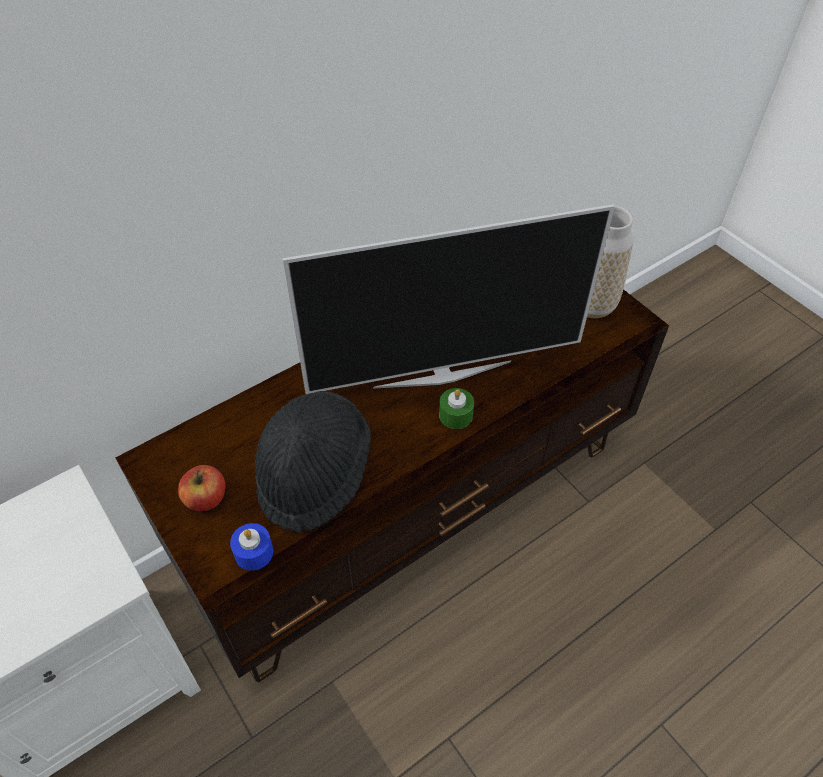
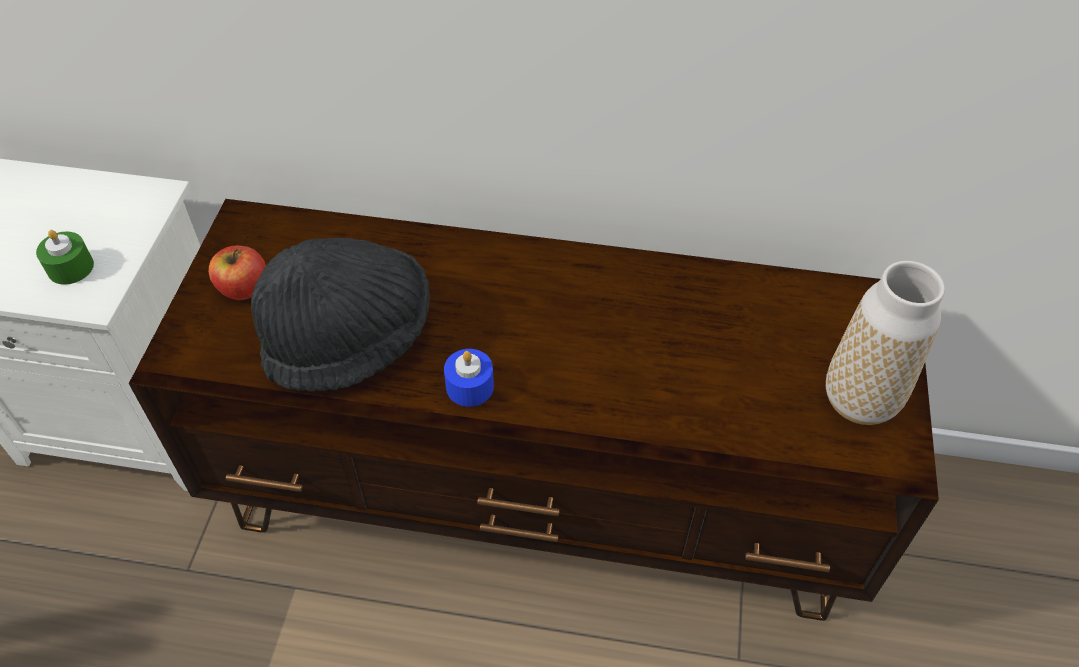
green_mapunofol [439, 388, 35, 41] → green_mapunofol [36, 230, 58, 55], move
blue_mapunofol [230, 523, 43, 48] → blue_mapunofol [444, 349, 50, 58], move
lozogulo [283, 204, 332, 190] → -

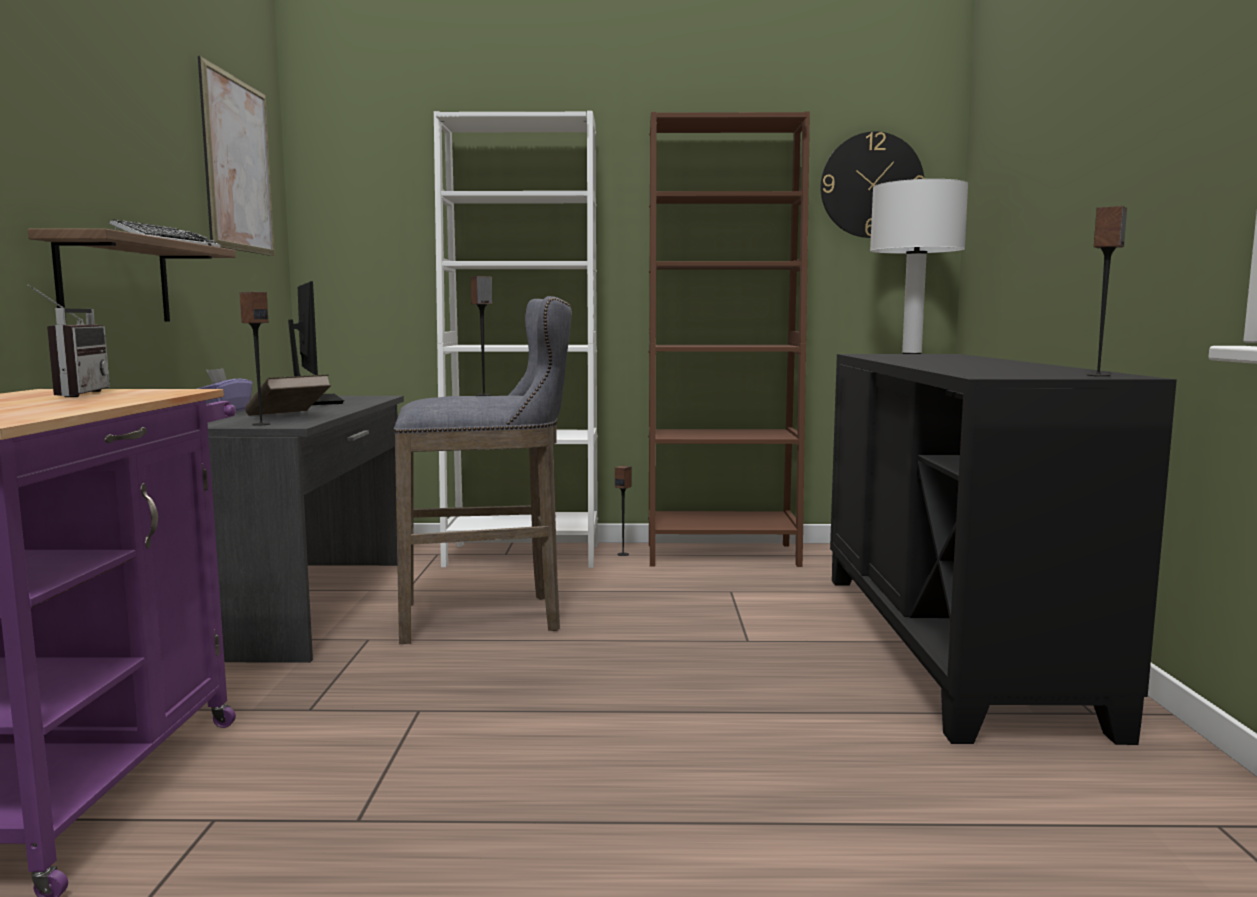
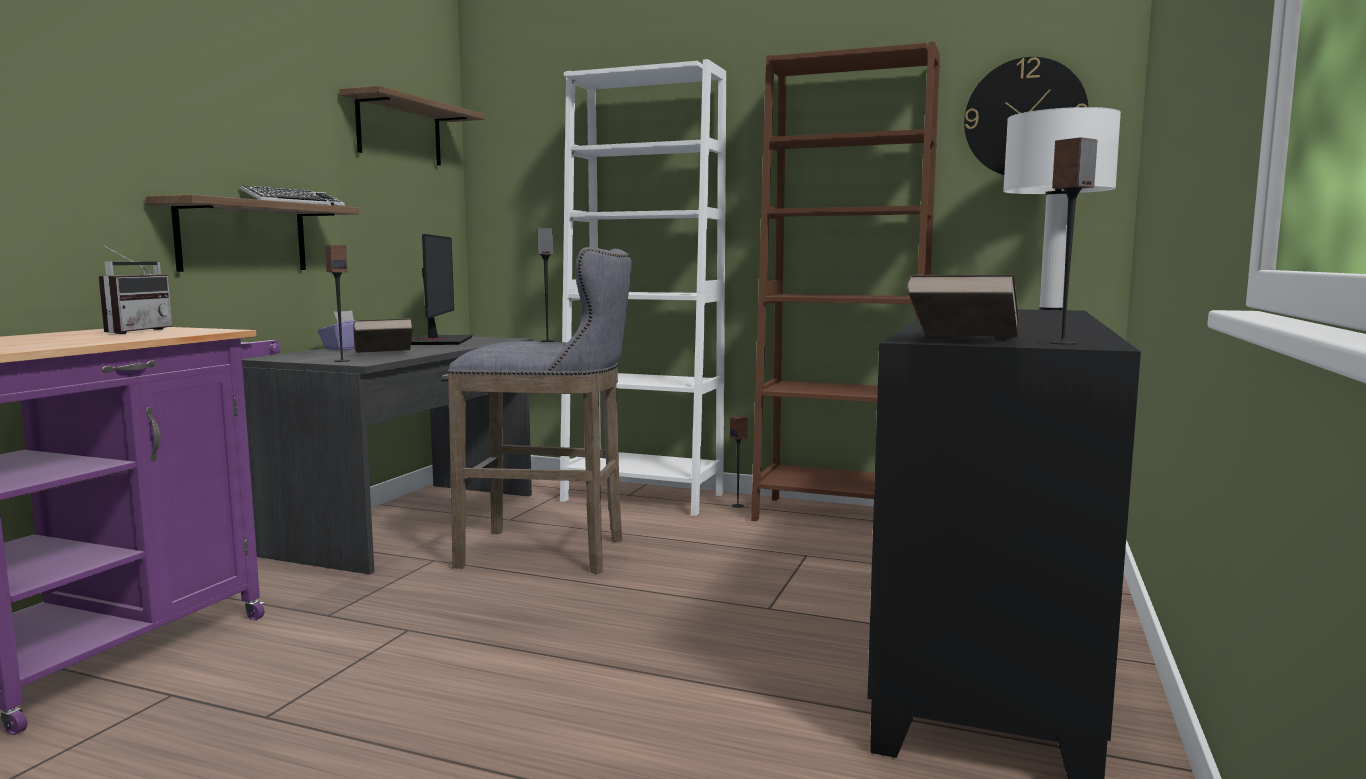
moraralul [198, 56, 77, 200] → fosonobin [339, 86, 146, 80]
- → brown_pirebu [906, 274, 113, 63]

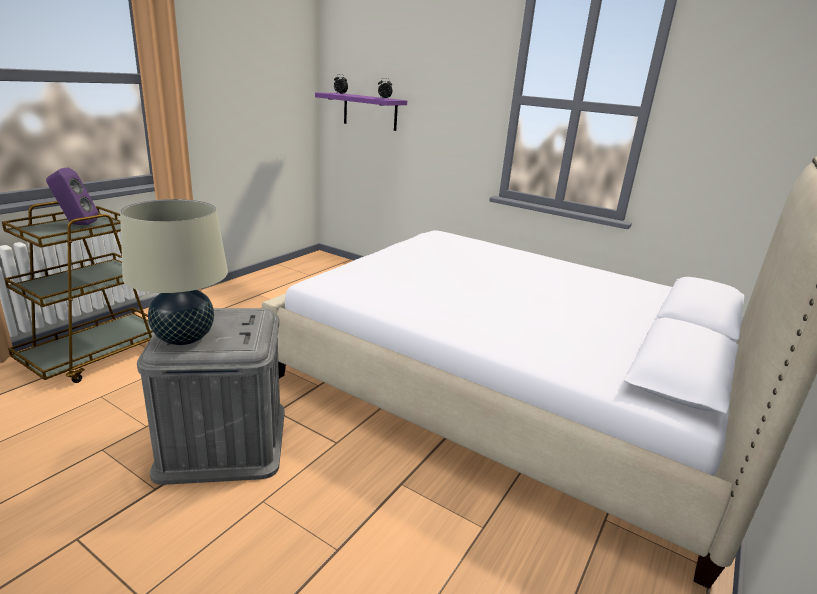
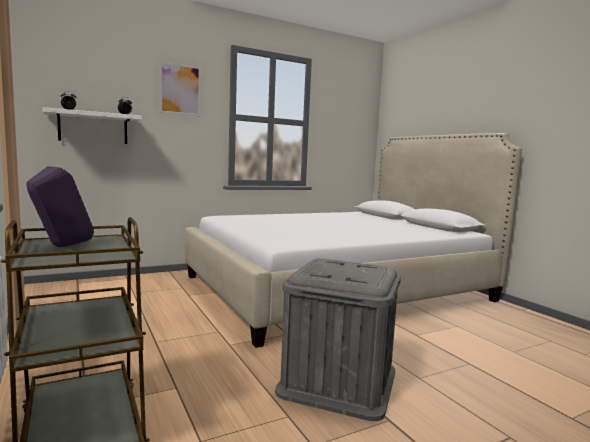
purple_fosonobin [315, 93, 92, 38] → white_fosonobin [43, 107, 99, 37]
- → moraralul [159, 61, 42, 55]
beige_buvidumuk [120, 199, 108, 146] → -

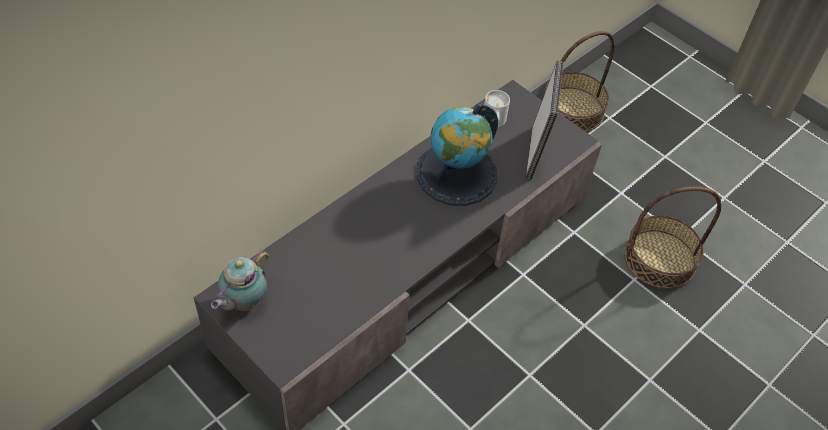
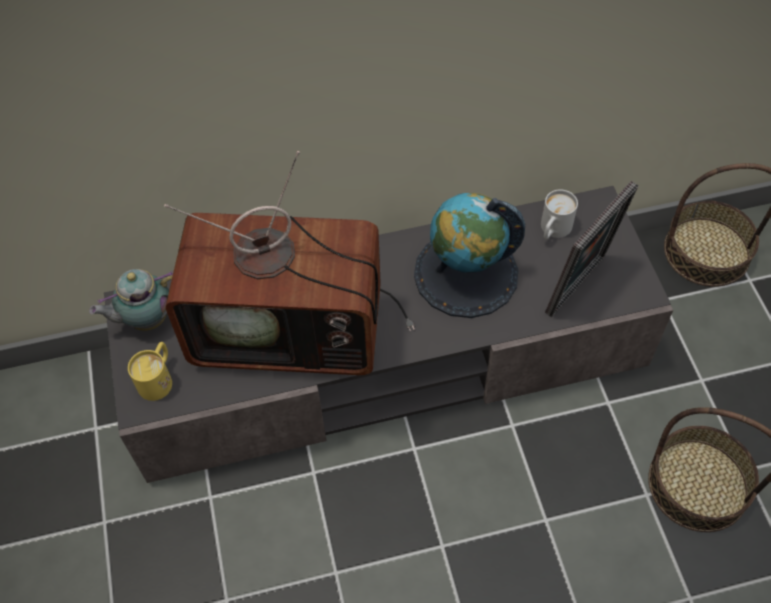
- → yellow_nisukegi [128, 342, 44, 59]
- → lozogulo [164, 151, 251, 224]

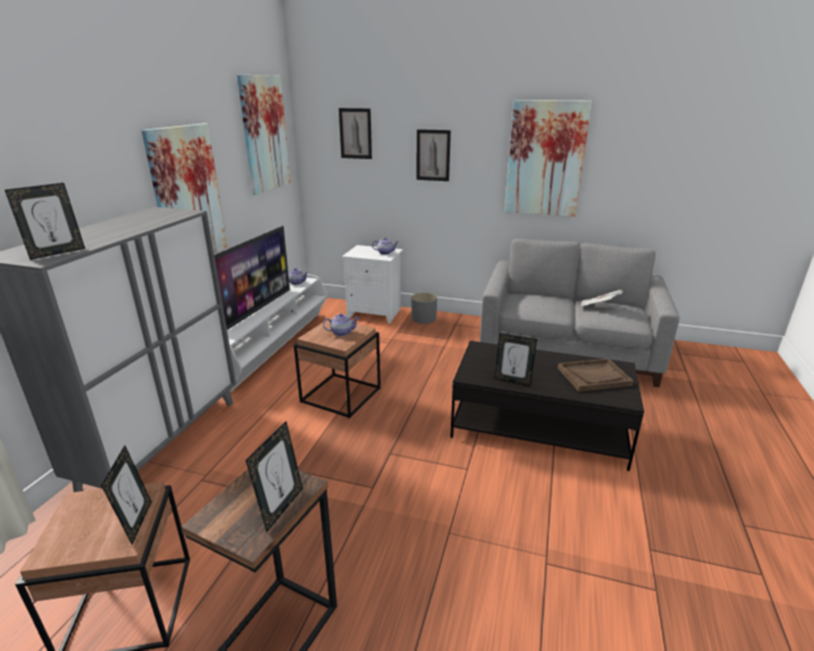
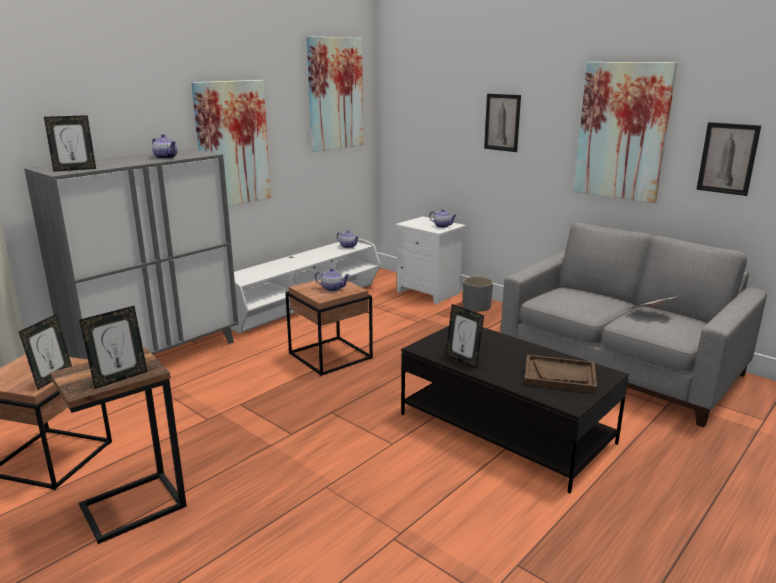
- → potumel [152, 134, 26, 25]
moraralul [339, 108, 33, 51] → moraralul [696, 122, 65, 74], move
lozogulo [214, 226, 76, 104] → -

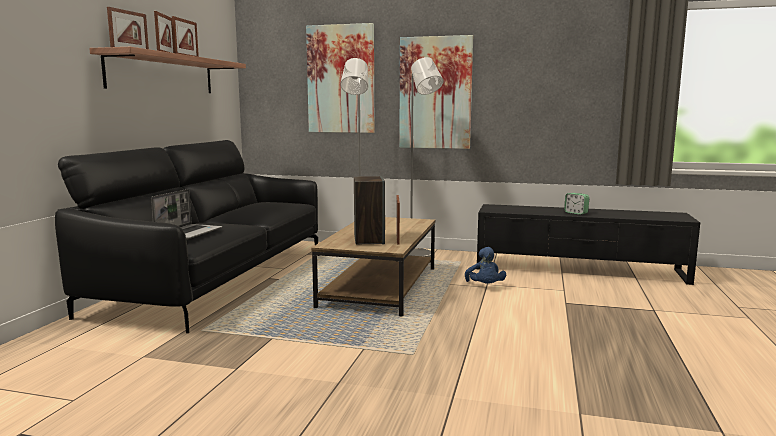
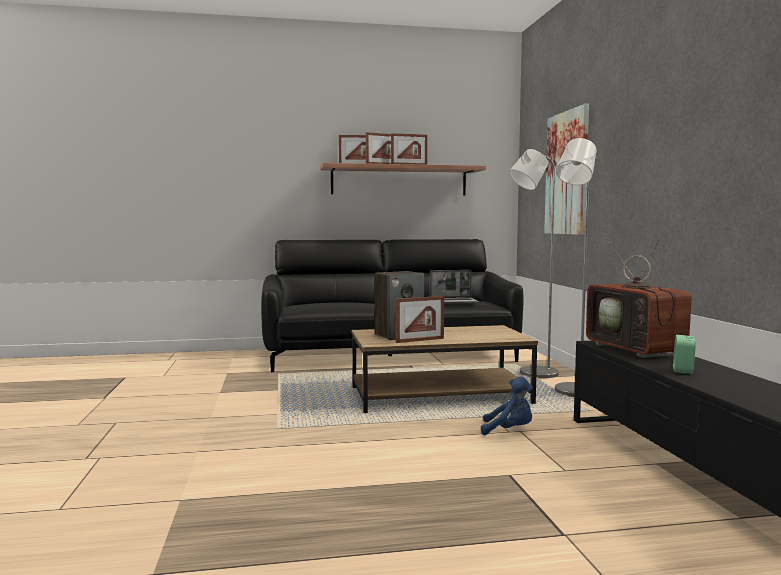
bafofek [151, 189, 71, 51] → bafofek [430, 270, 49, 34], move
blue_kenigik [465, 247, 41, 37] → blue_kenigik [481, 376, 52, 59], 135 degrees counterclockwise
- → lozogulo [586, 232, 105, 126]
moraralul [399, 35, 74, 114] → -

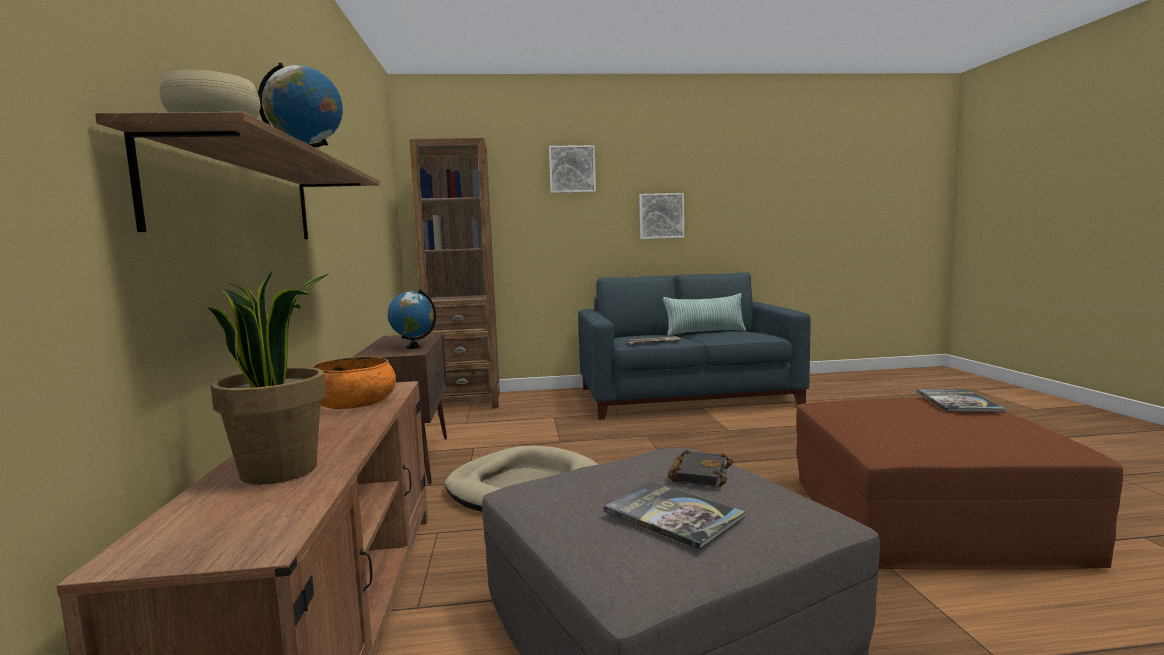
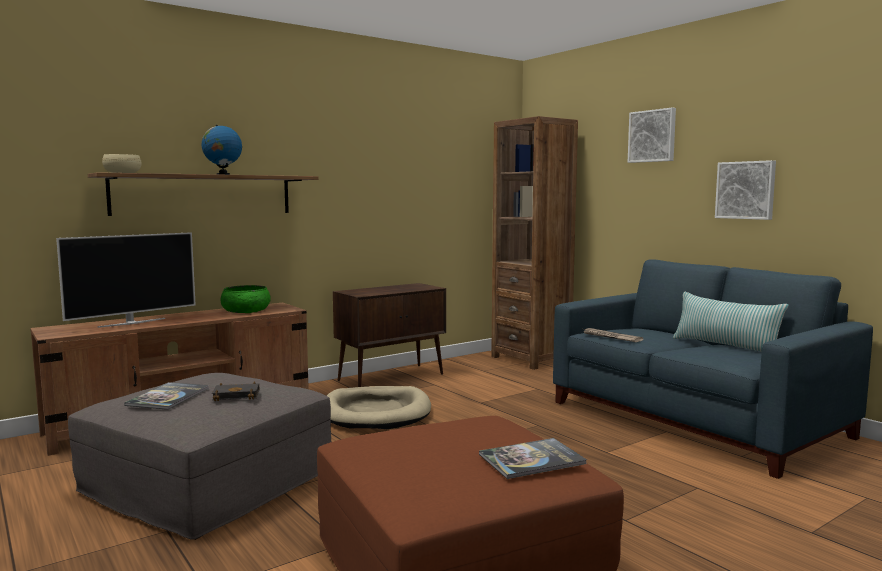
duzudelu [206, 271, 122, 214] → lozogulo [56, 232, 140, 96]
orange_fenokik [312, 357, 84, 52] → green_fenokik [221, 285, 50, 28]
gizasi [388, 289, 48, 60] → -

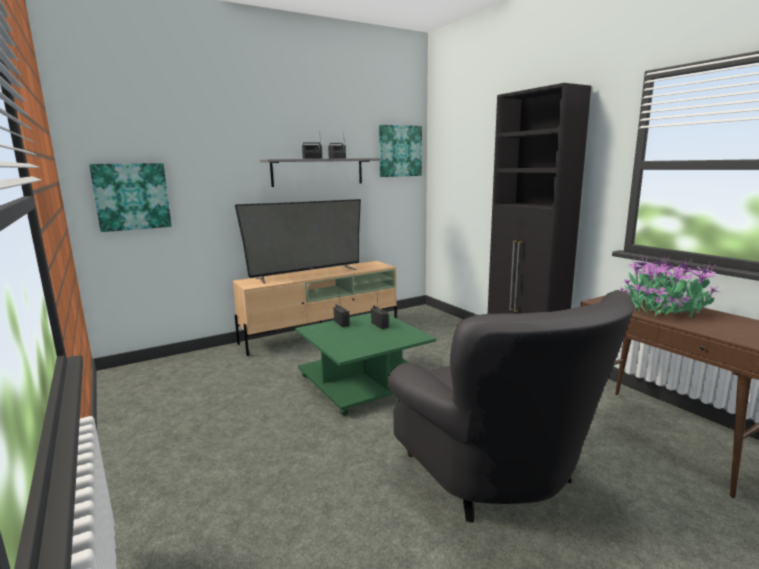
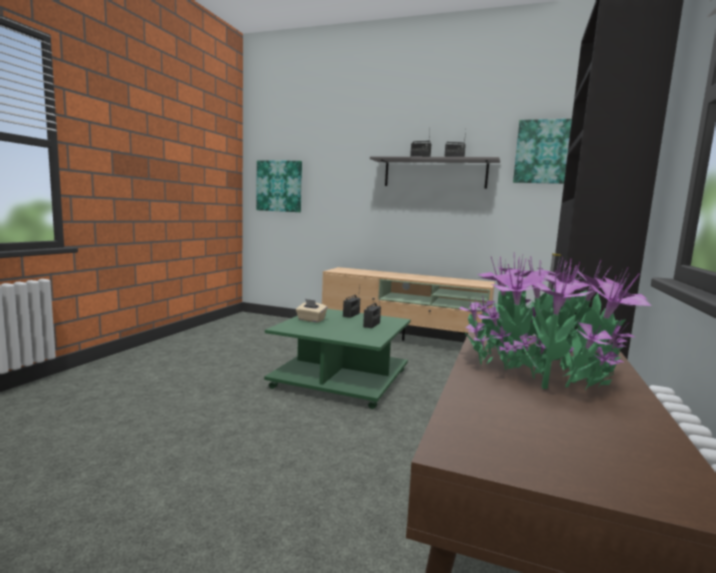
- → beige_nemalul [296, 299, 31, 23]
lozogulo [235, 199, 126, 85] → -
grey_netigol [388, 290, 247, 232] → -

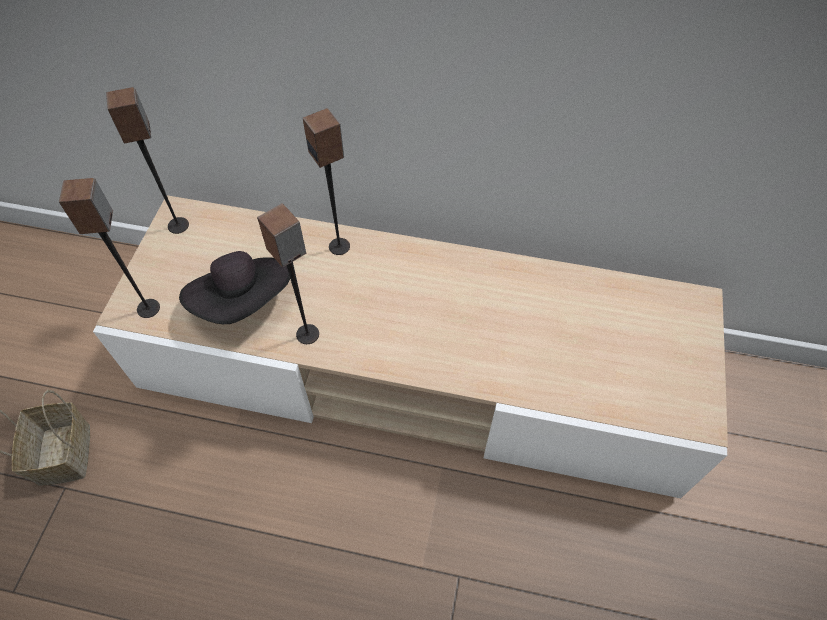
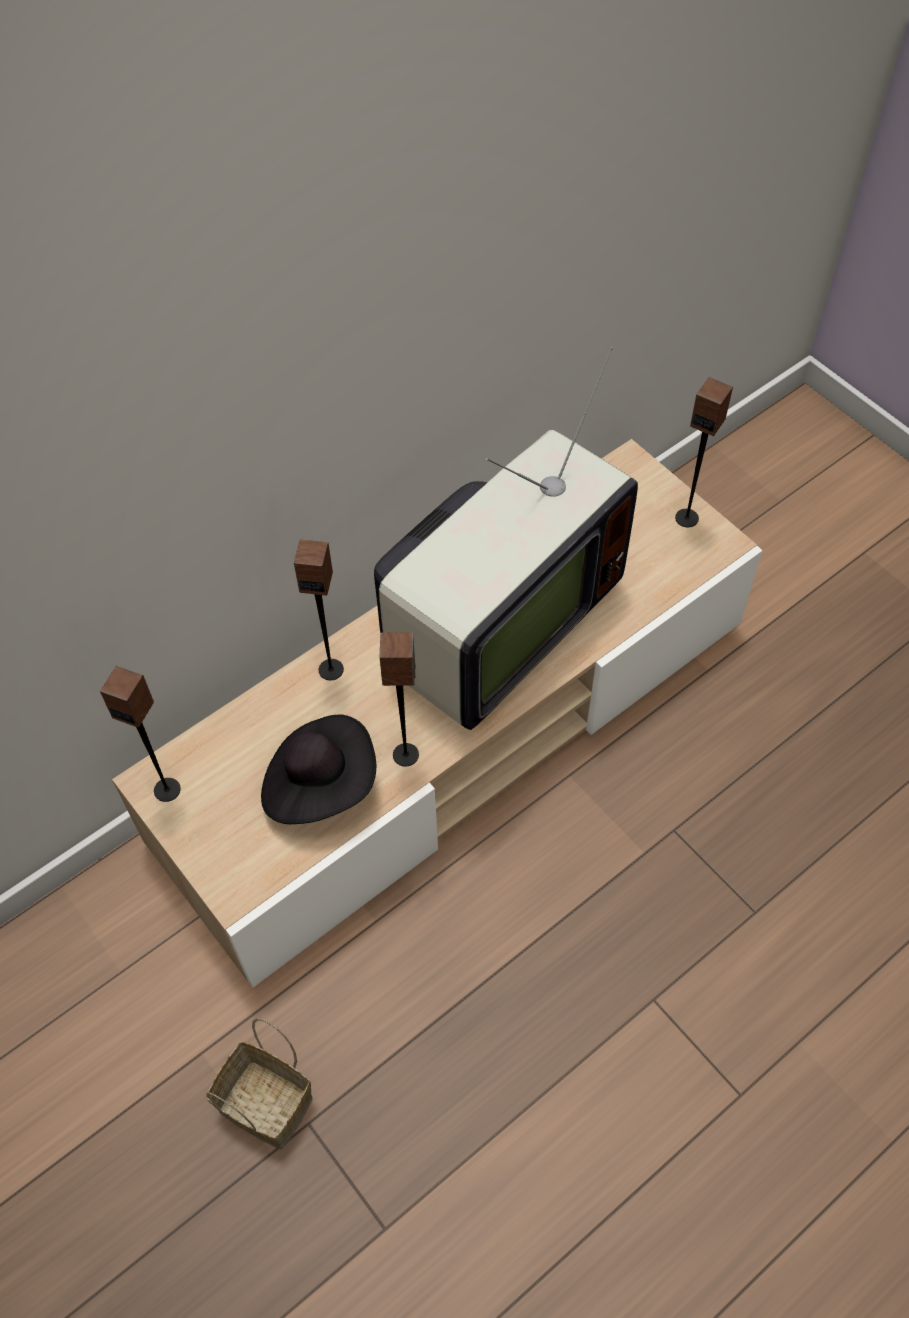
- → lozogulo [374, 347, 264, 383]
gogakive [59, 178, 101, 140] → gogakive [675, 377, 58, 150], move

